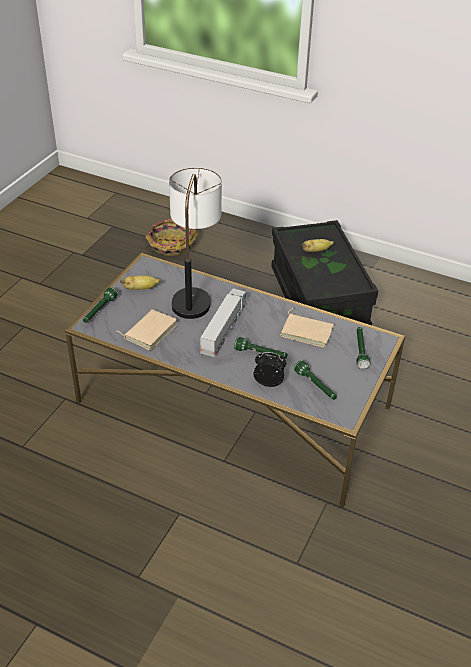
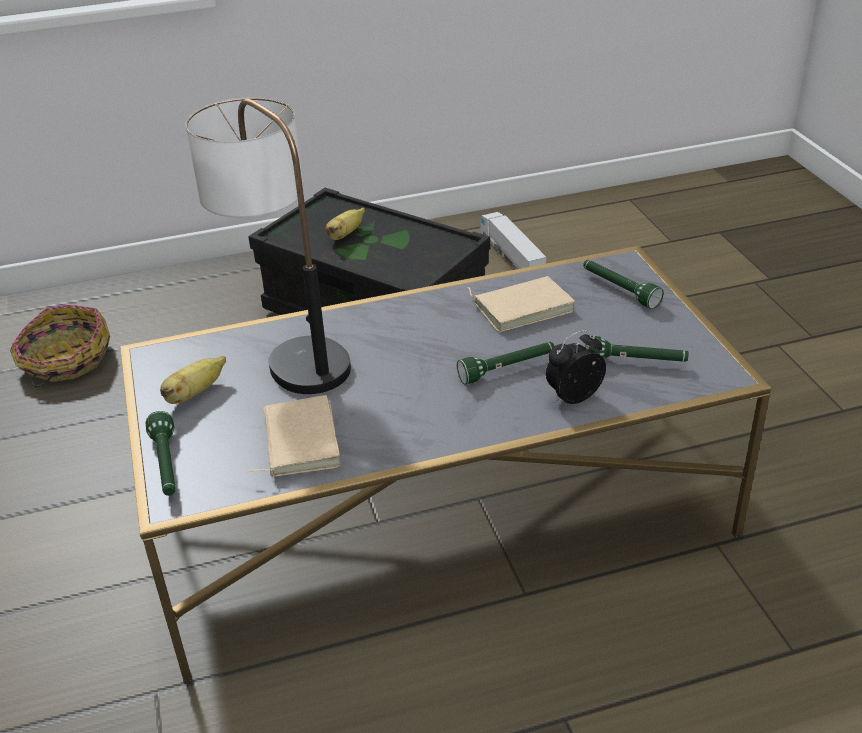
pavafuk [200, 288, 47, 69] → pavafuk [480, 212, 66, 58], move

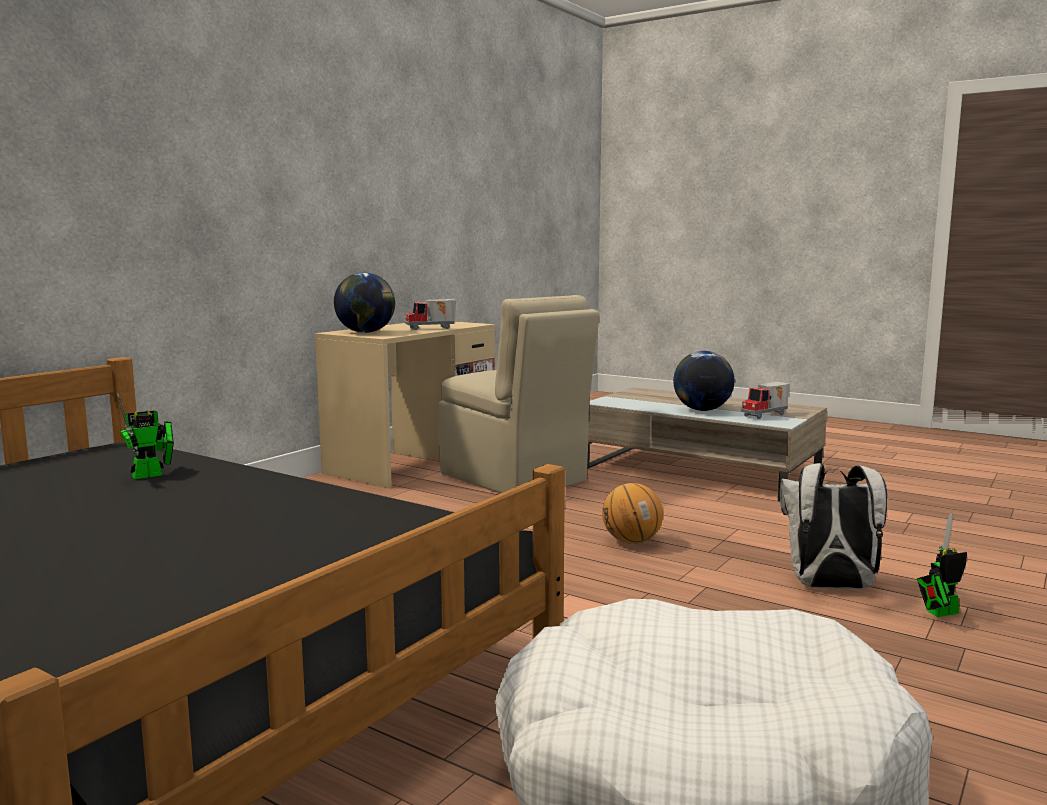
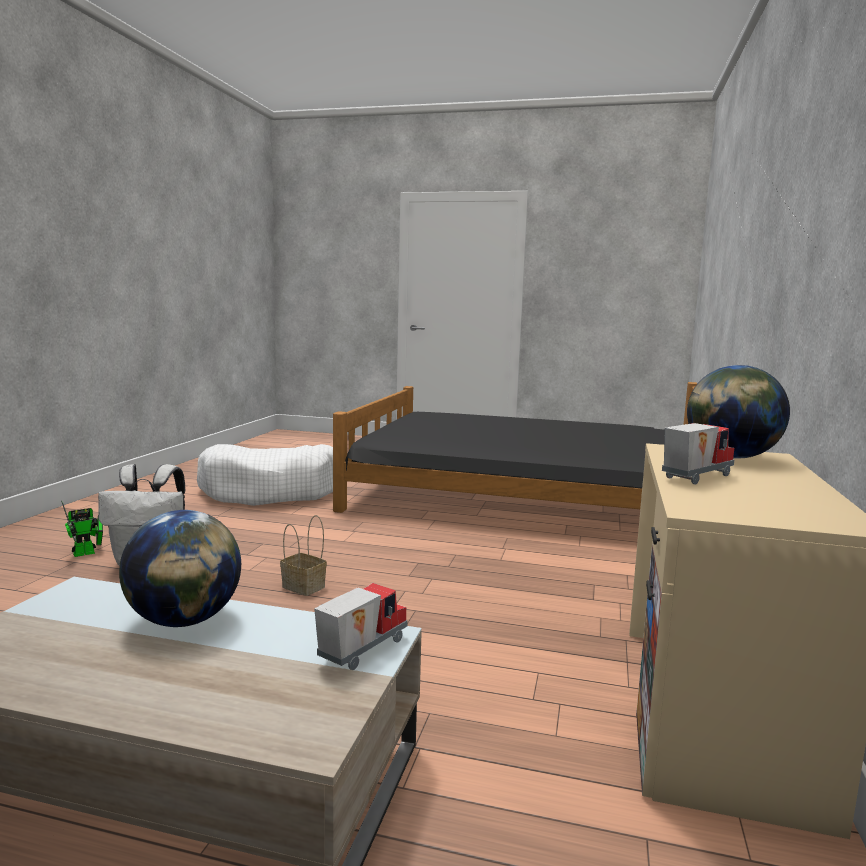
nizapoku [602, 483, 61, 61] → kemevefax [280, 515, 47, 81]
pavafuk [741, 382, 49, 37] → pavafuk [314, 583, 94, 87], move
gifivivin [117, 393, 57, 86] → -
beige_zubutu [438, 295, 162, 198] → -

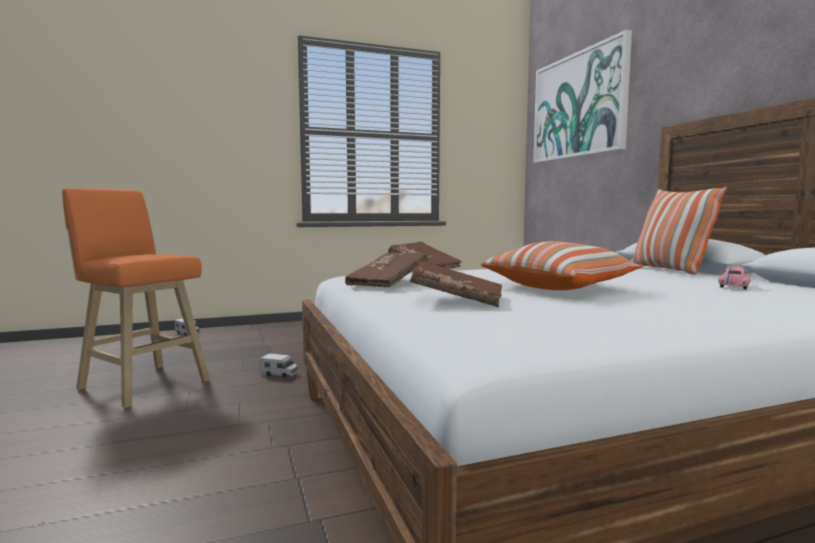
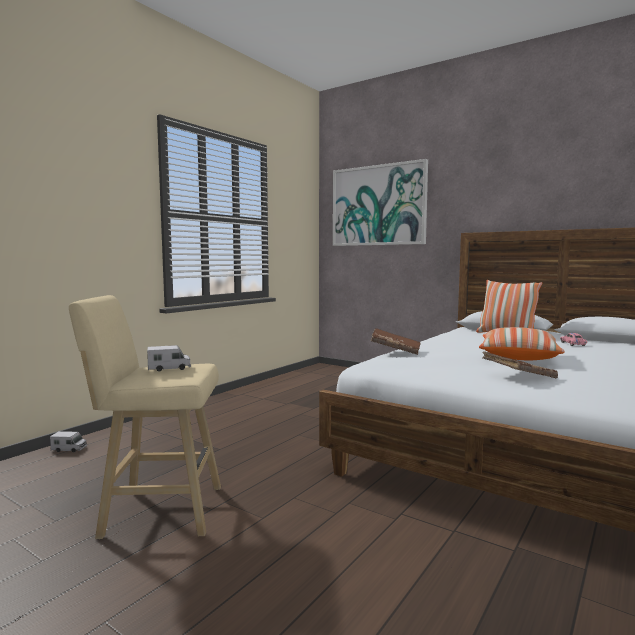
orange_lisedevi [62, 188, 148, 220] → beige_lisedevi [69, 295, 152, 244]
pavafuk [260, 353, 39, 25] → pavafuk [147, 345, 44, 27], move
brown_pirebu [345, 253, 84, 34] → -

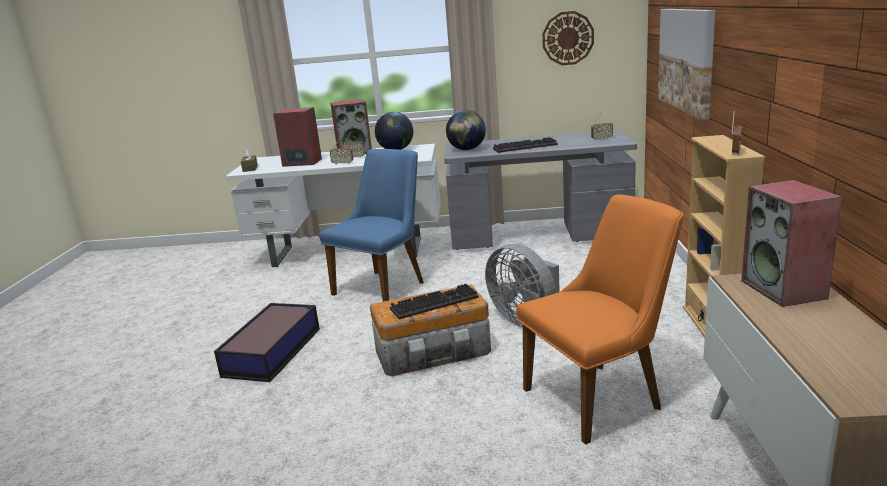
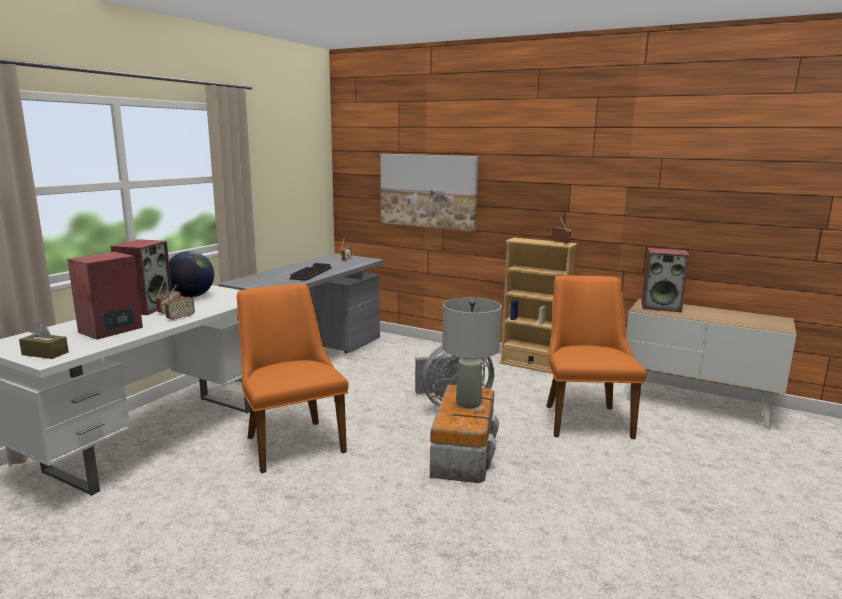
blue_zubutu [319, 149, 105, 153] → orange_zubutu [237, 284, 112, 189]
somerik [390, 284, 89, 35] → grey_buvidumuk [442, 297, 60, 111]
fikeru [214, 303, 106, 79] → -
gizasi [446, 110, 40, 40] → -
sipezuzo [542, 11, 52, 54] → -

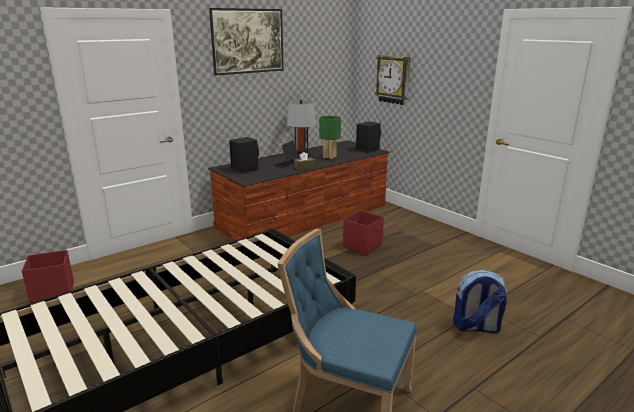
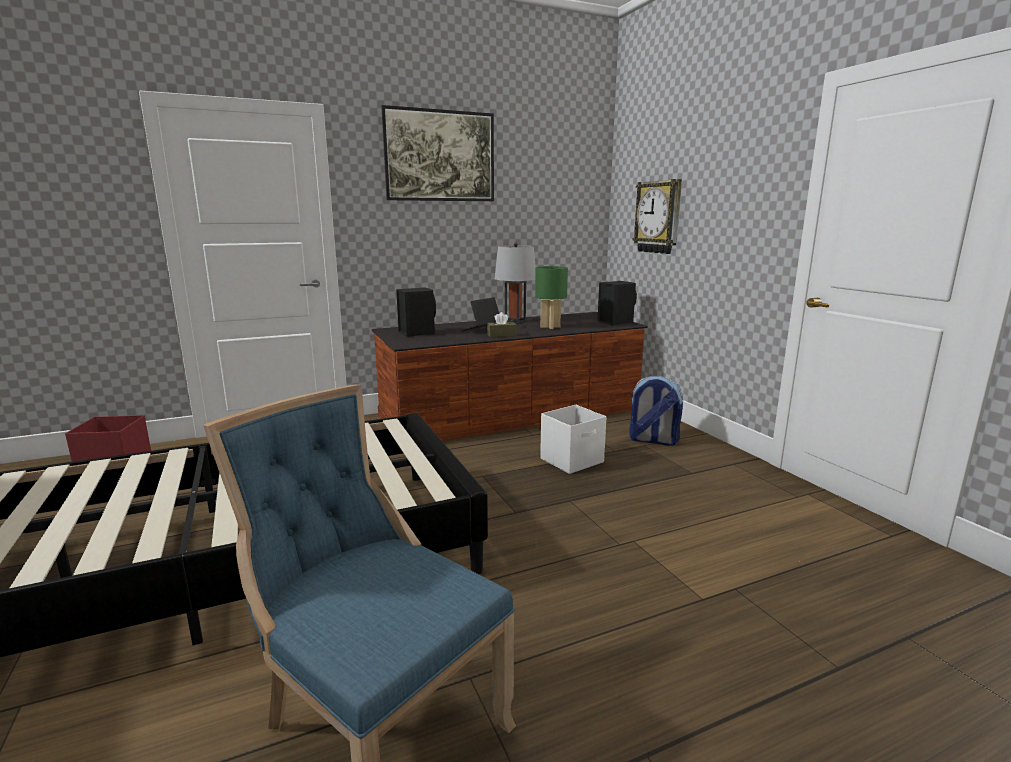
red_fikeru [343, 210, 41, 45] → white_fikeru [540, 405, 67, 69]
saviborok [453, 270, 54, 63] → saviborok [630, 376, 53, 70], move

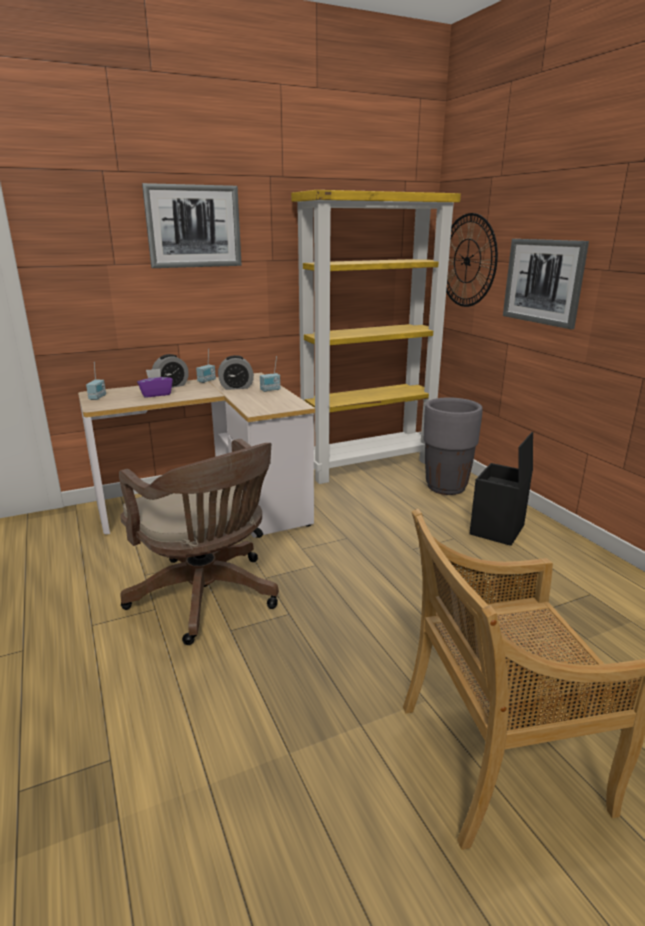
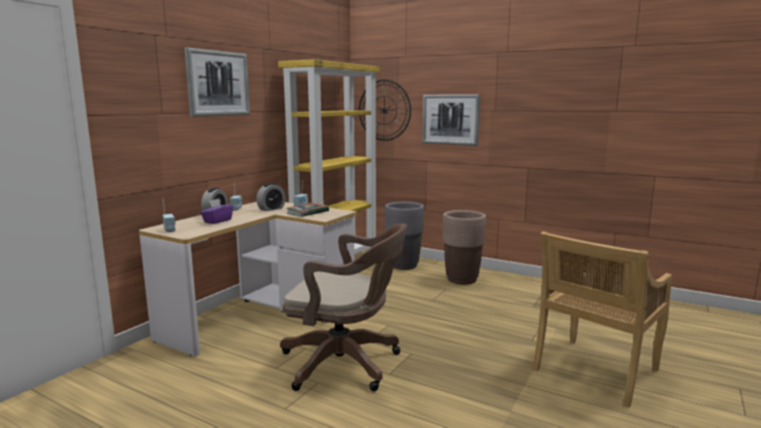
- → pirebu [287, 202, 42, 15]
black_fikeru [469, 432, 64, 114] → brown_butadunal [443, 210, 43, 74]

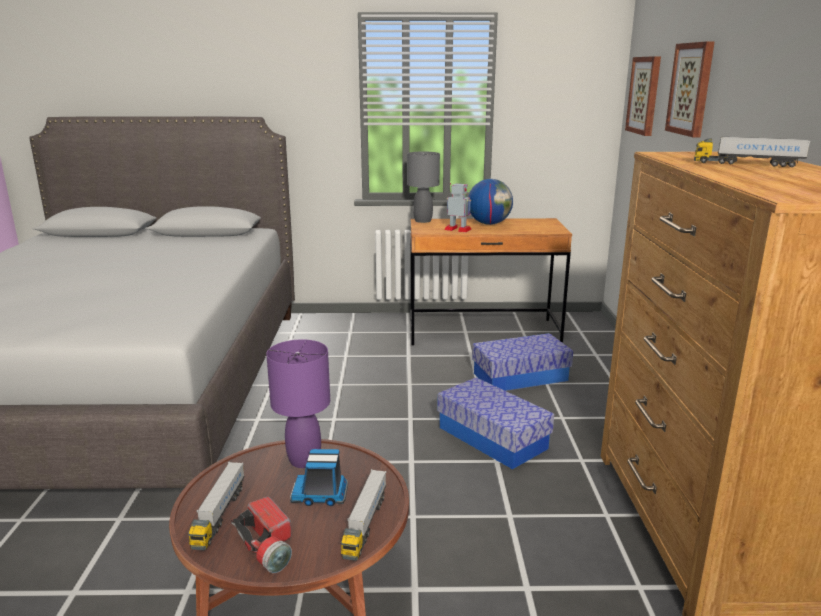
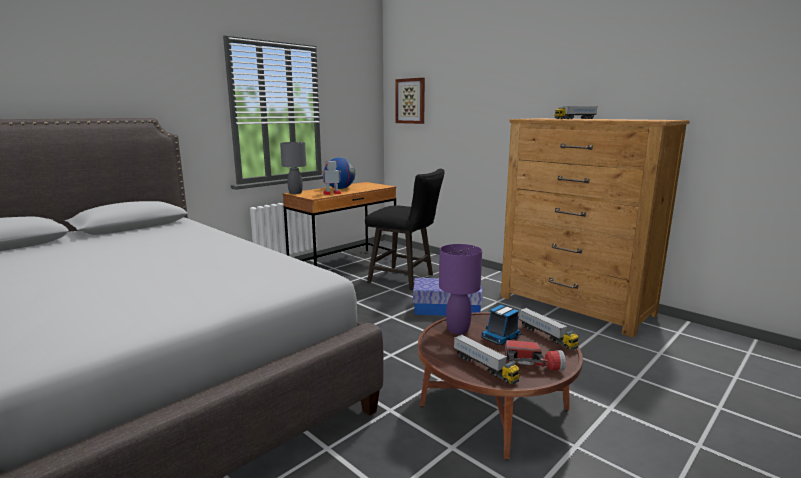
fikeru [472, 333, 101, 58] → black_lisedevi [365, 169, 80, 121]
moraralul [665, 41, 50, 96] → -

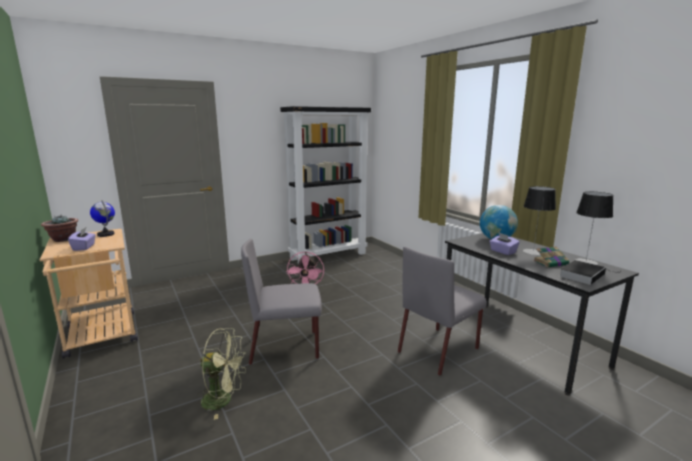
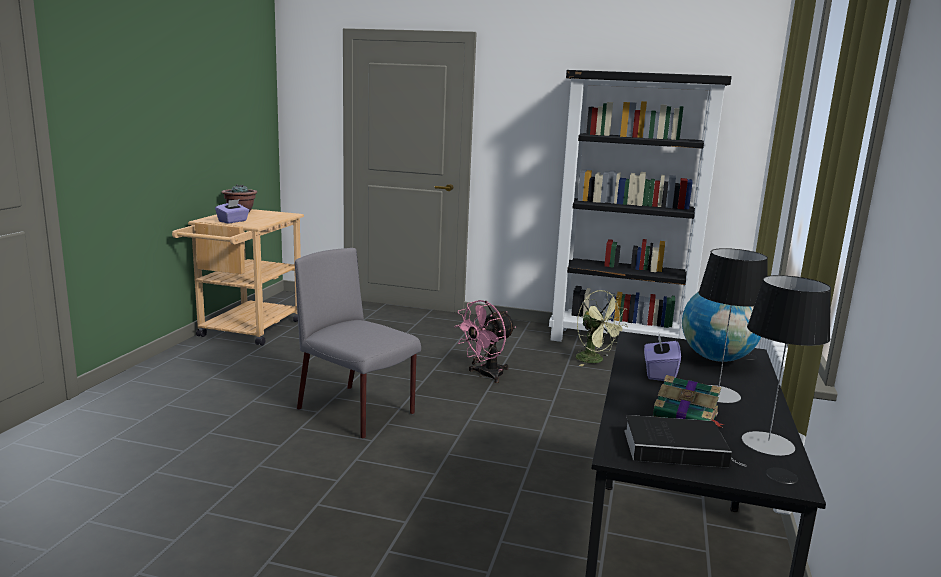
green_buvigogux [198, 328, 48, 92] → green_buvigogux [576, 290, 52, 76], move
gizasi [90, 200, 25, 37] → -
grey_zubutu [398, 247, 89, 129] → -

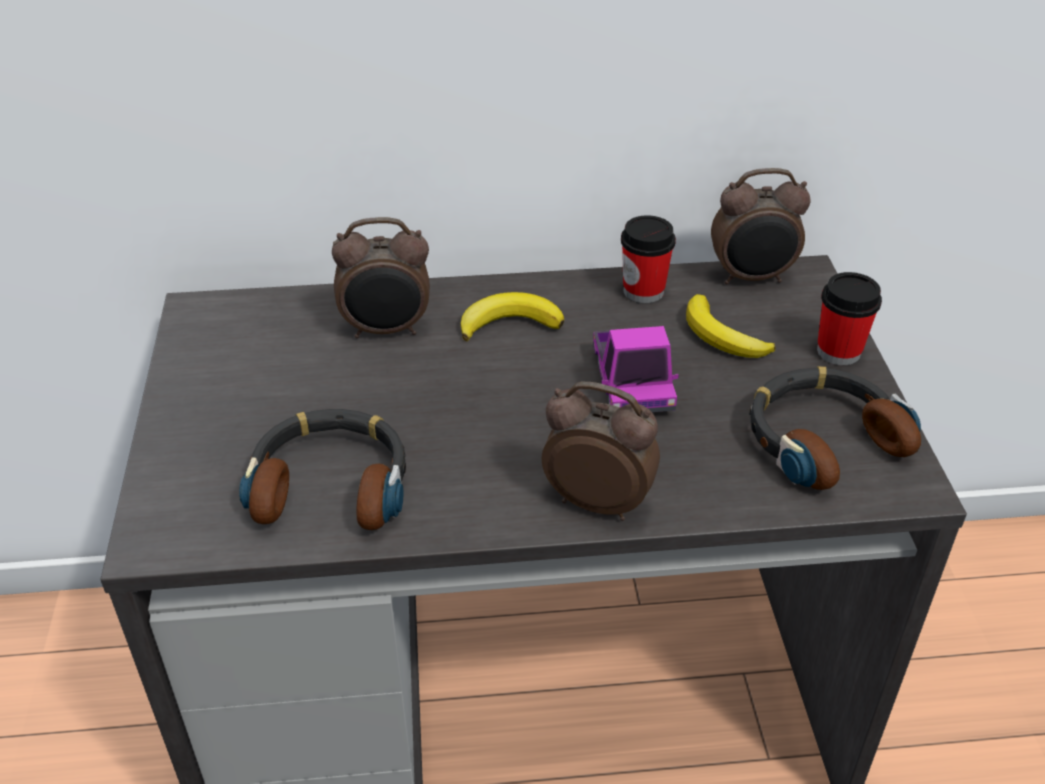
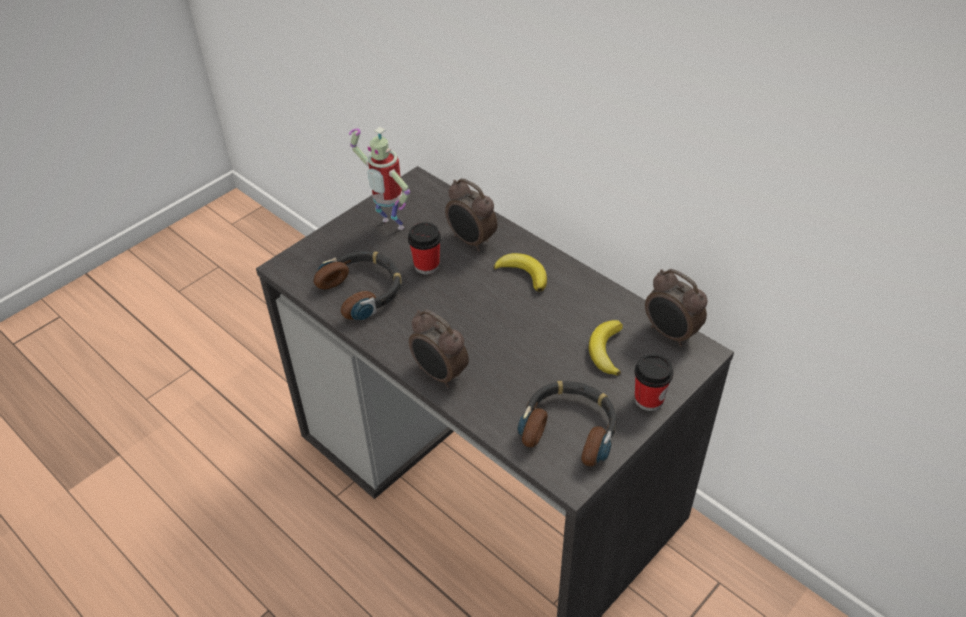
- → gifivivin [349, 127, 61, 103]
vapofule [621, 215, 55, 88] → vapofule [408, 222, 33, 53], move
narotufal [542, 382, 118, 139] → narotufal [409, 310, 60, 78], 150 degrees clockwise
pavafuk [593, 326, 86, 86] → -

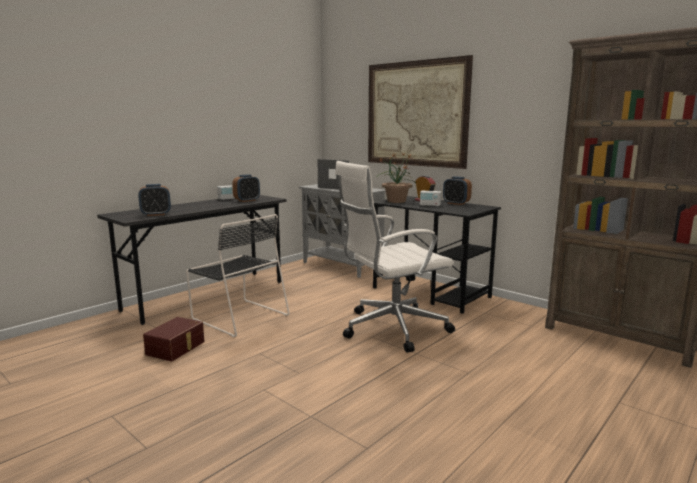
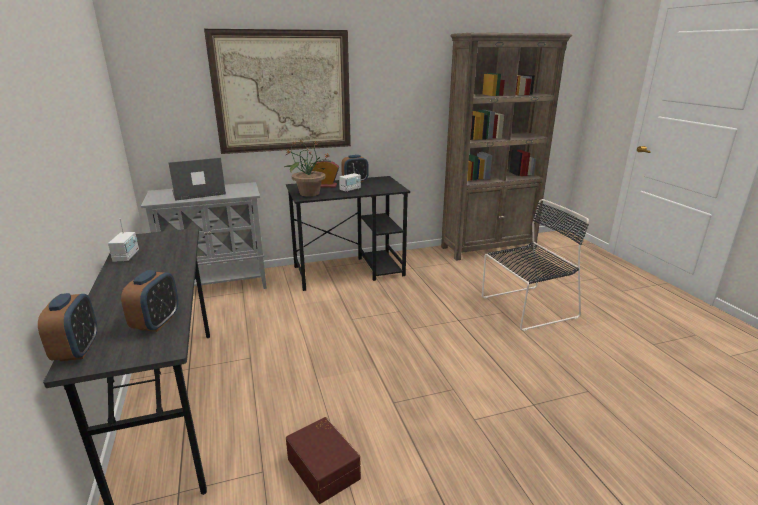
narotufal [232, 174, 28, 28] → narotufal [38, 293, 59, 68], move
black_zubutu [186, 214, 104, 123] → black_zubutu [482, 199, 107, 132], move
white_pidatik [335, 161, 120, 192] → -

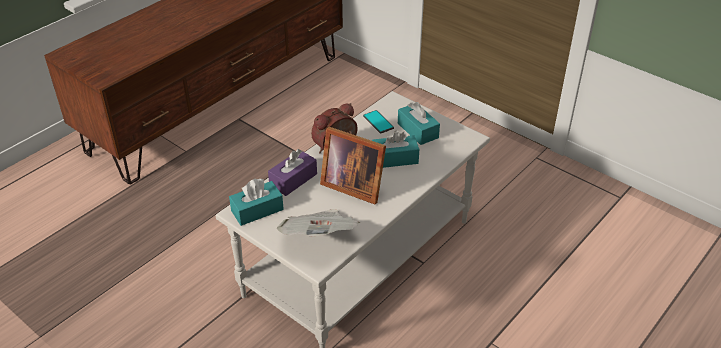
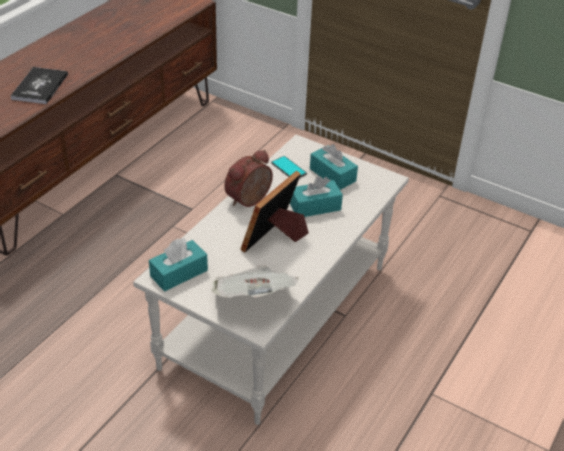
- → pirebu [11, 67, 57, 37]
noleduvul [320, 127, 66, 77] → noleduvul [240, 171, 69, 82], 105 degrees clockwise
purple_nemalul [268, 149, 49, 47] → -

